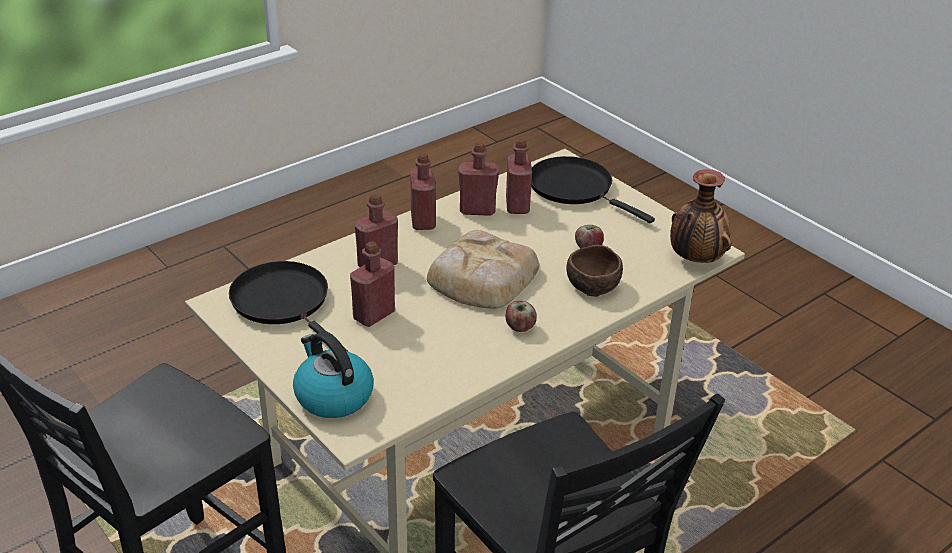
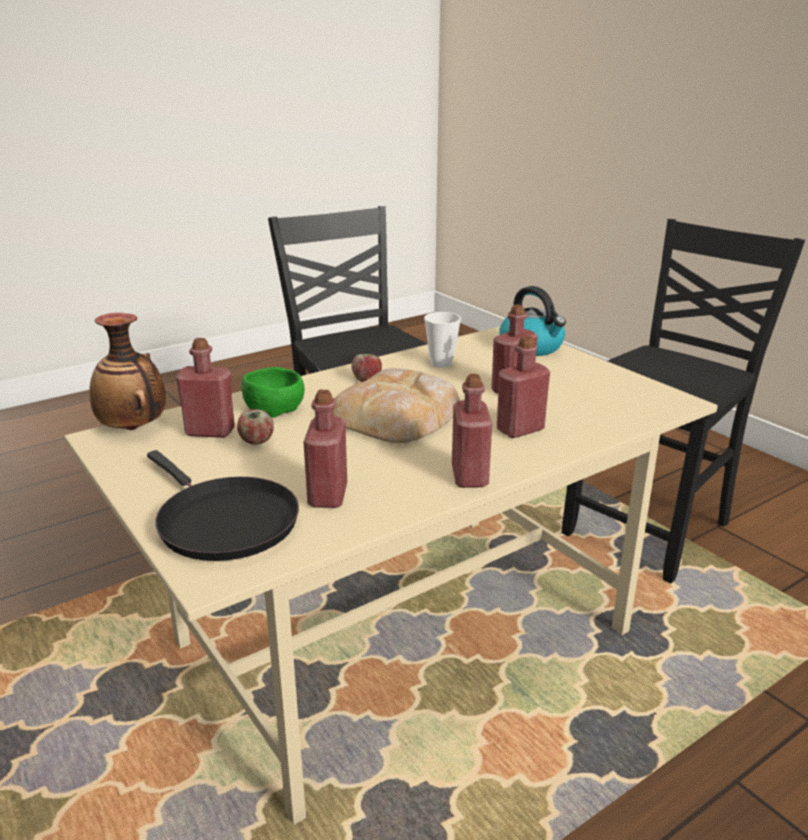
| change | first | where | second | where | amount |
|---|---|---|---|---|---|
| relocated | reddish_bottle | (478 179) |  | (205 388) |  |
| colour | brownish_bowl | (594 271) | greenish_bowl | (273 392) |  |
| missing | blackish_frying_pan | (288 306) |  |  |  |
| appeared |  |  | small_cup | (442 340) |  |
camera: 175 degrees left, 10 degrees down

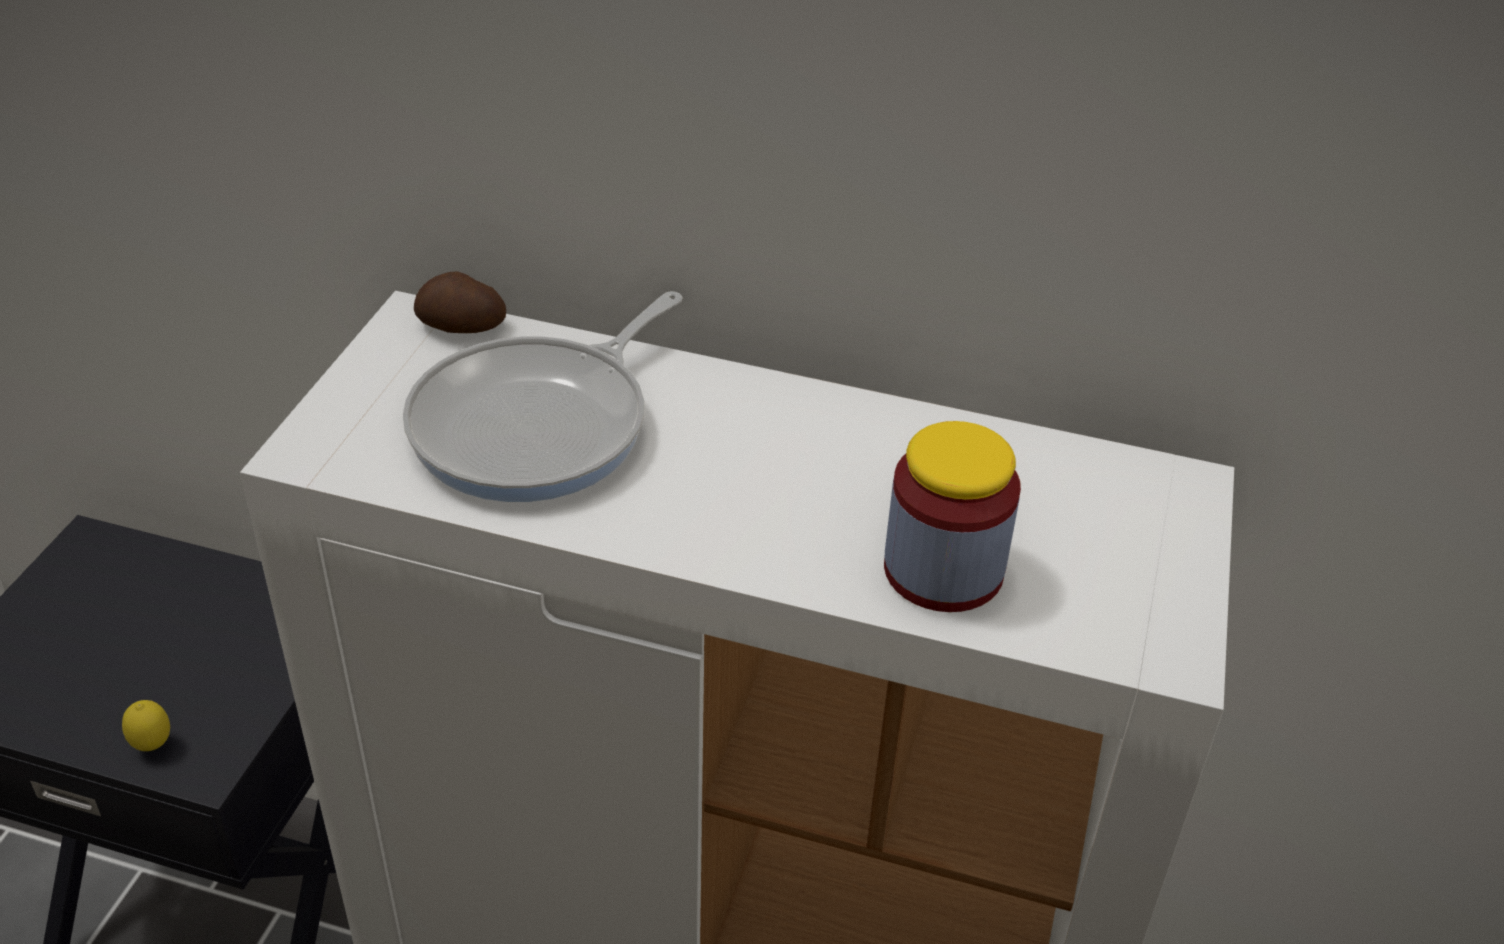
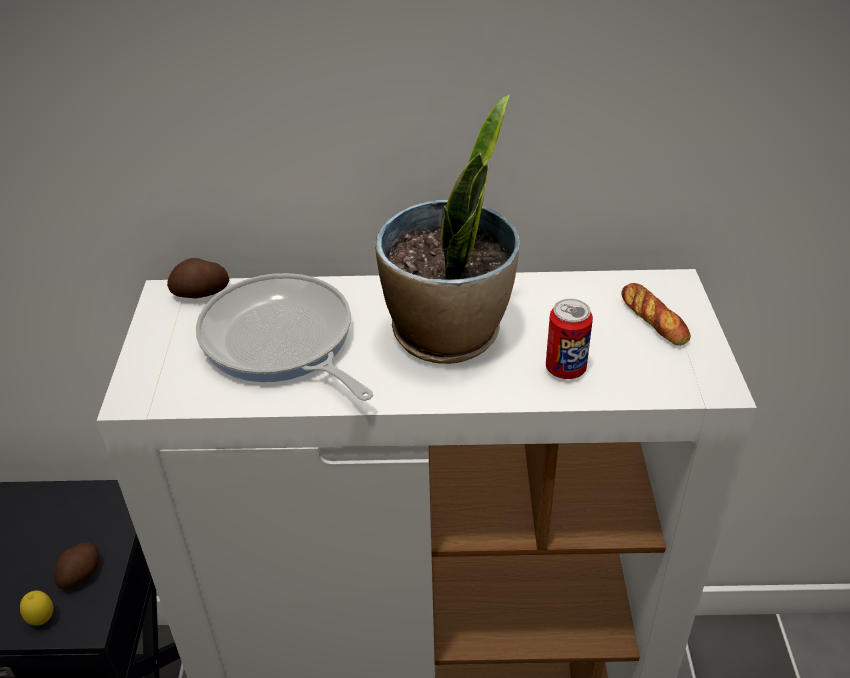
| change | first | where | second | where | amount |
|---|---|---|---|---|---|
| spun | frying_pan | (543 396) |  | (284 337) | 120 degrees clockwise |
| exchanged | preserve_jar | (952 516) | metal_can | (569 339) |  |
| appeared |  |  | houseplant | (447 229) |  |
| appeared |  |  | bread | (656 314) |  |
| appeared |  |  | potato | (76 565) |  |
camera: 15 degrees left, 0 degrees up

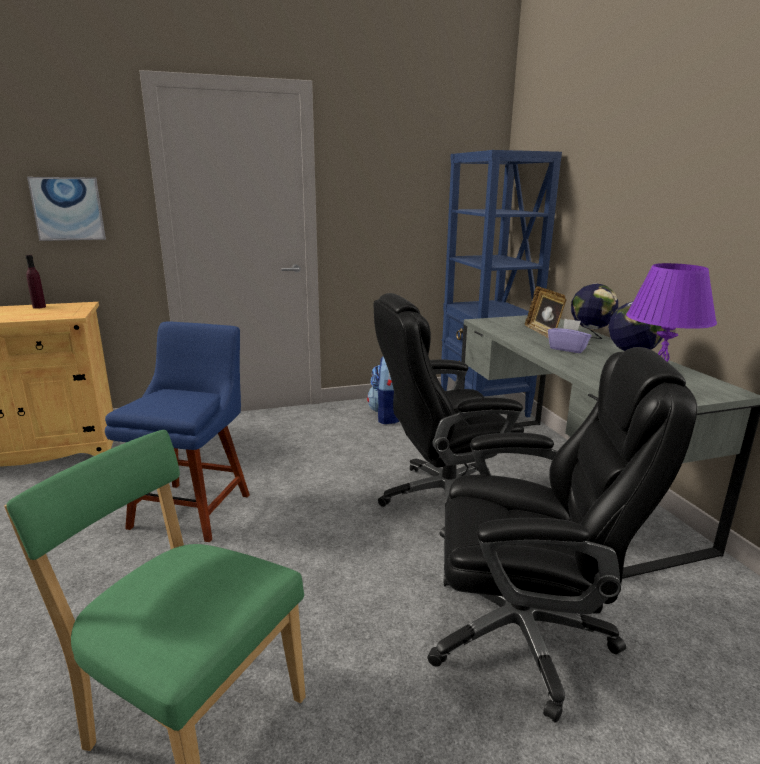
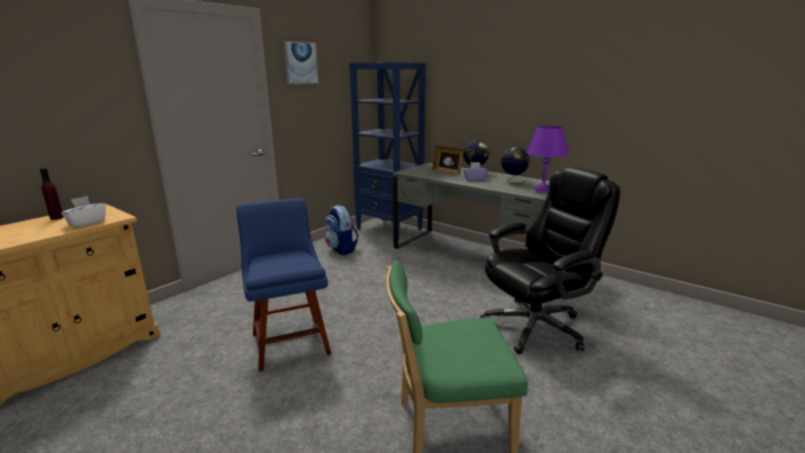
| change | first | where | second | where | amount |
|---|---|---|---|---|---|
| relocated | wall_picture | (66 209) |  | (301 62) |  |
| missing | blackish_desk_chair | (448 415) |  |  |  |
| appeared |  |  | white_tissue_holder | (83 212) |  |
camera: 35 degrees left, 0 degrees up

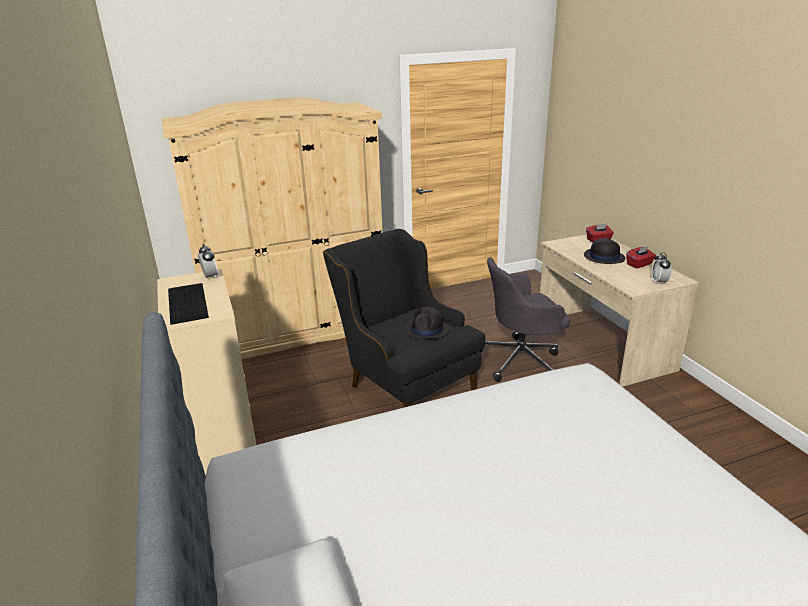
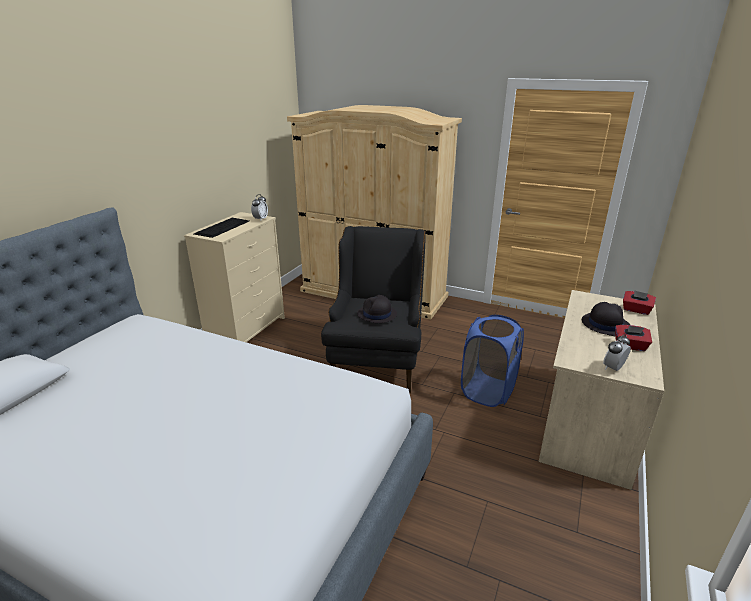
| change | first | where | second | where | amount |
|---|---|---|---|---|---|
| exchanged | greyish_desk_chair | (525 319) | blue_washing_basket | (492 361) |  |
camera: 45 degrees right, 0 degrees up

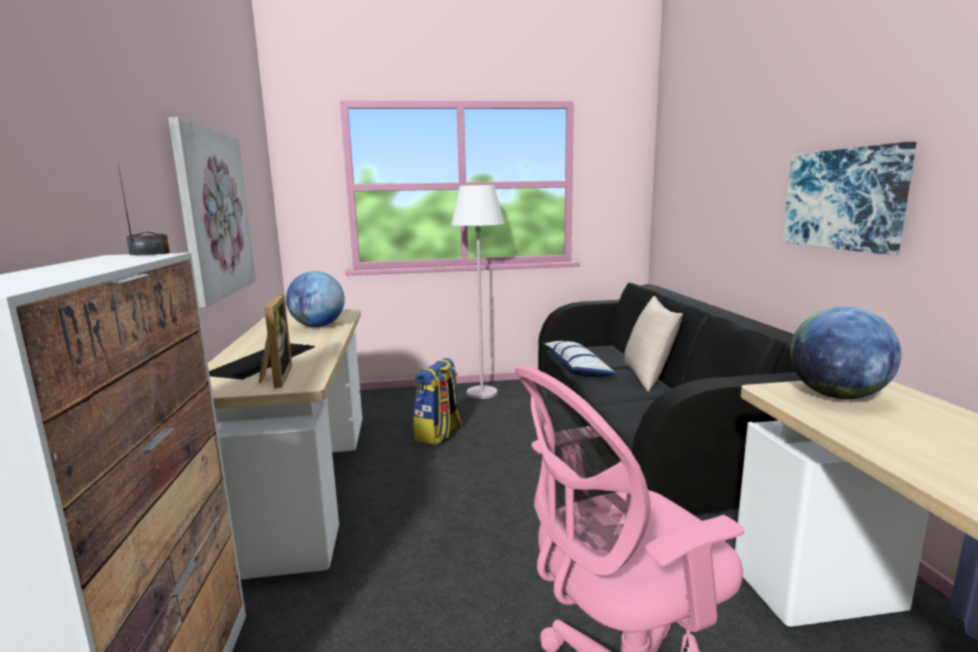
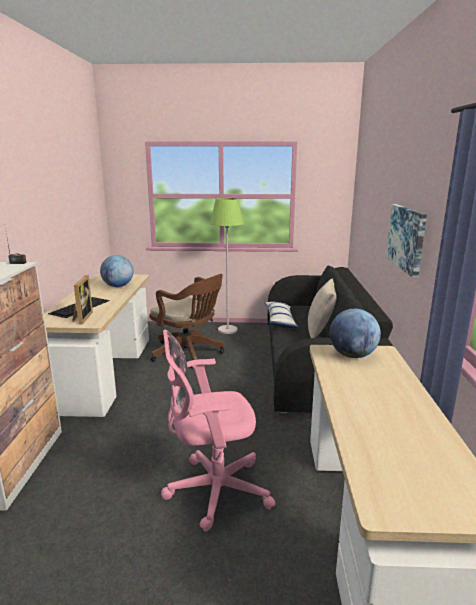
| change | first | where | second | where | amount |
|---|---|---|---|---|---|
| missing | wall_picture | (212 212) |  |  |  |
| colour | white_standard_lamp | (478 292) | greenish_standard_lamp | (227 266) |  |
| exchanged | backpack | (437 401) | brownish_desk_chair | (186 321) |  |
camera: 10 degrees right, 5 degrees up

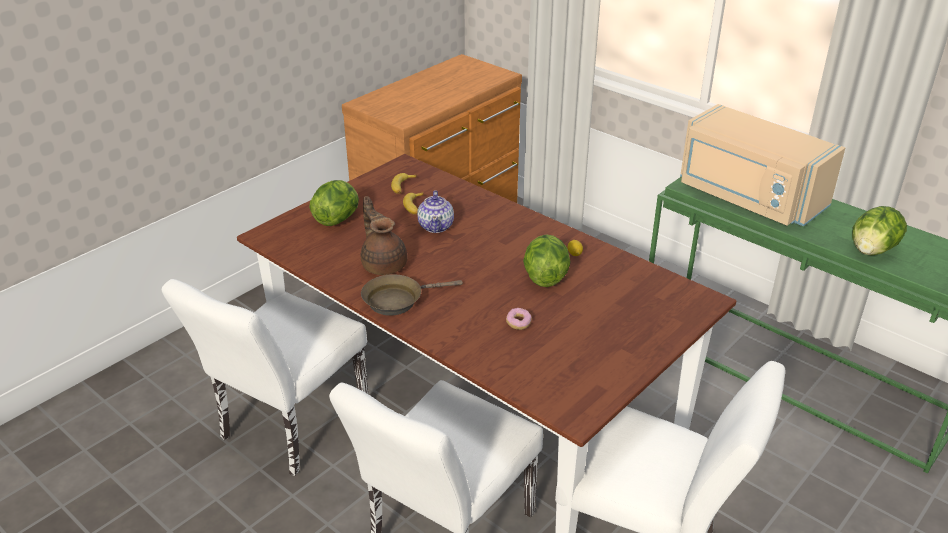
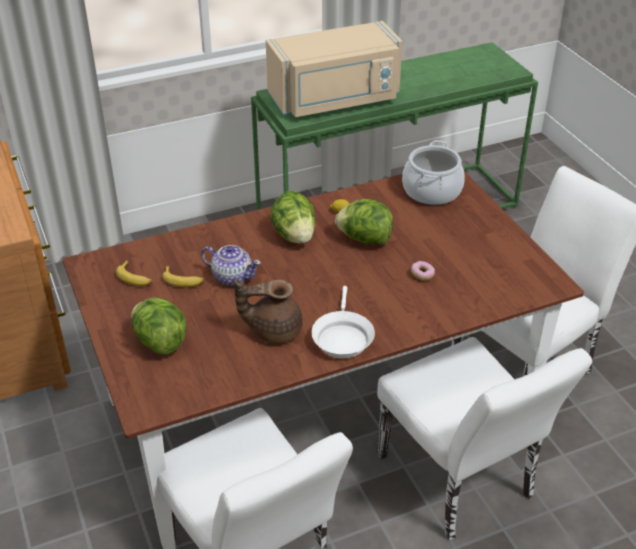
| change | first | where | second | where | amount |
|---|---|---|---|---|---|
| relocated | head_of_lettuce | (879 231) |  | (293 217) |  |
| colour | brownish_frying_pan | (412 295) | white_frying_pan | (343 322) |  |
| appeared |  |  | saucepot | (433 172) |  |
camera: 65 degrees left, 5 degrees up

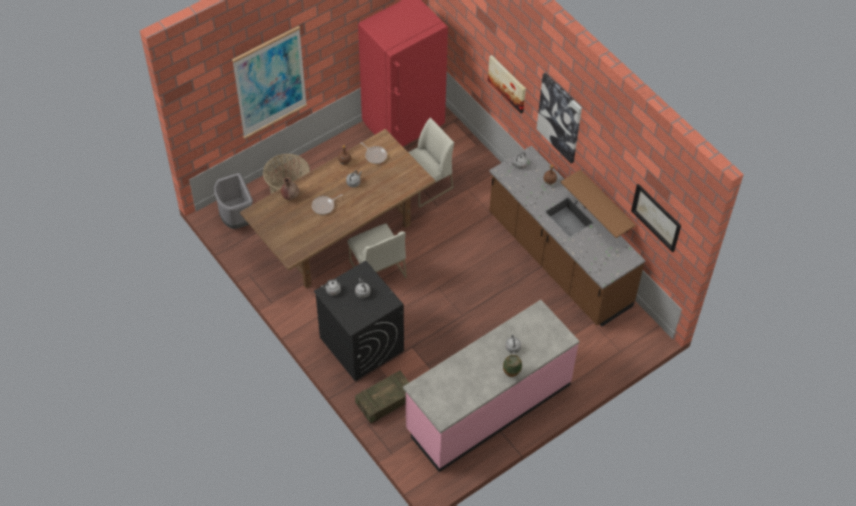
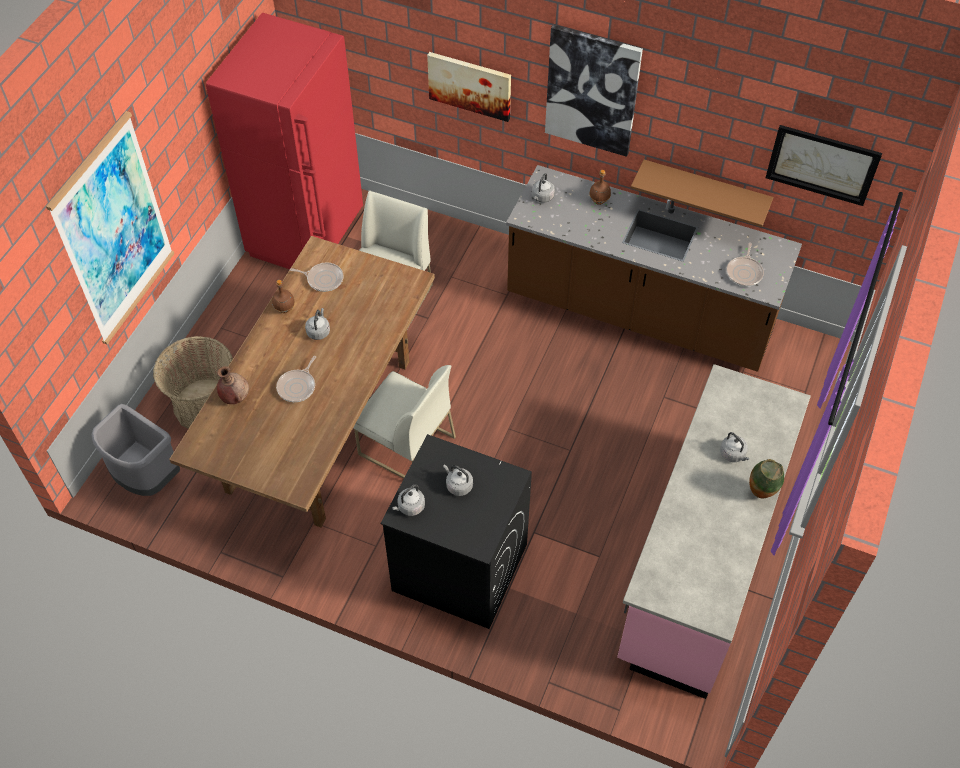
| change | first | where | second | where | amount |
|---|---|---|---|---|---|
| missing | shipping_crate | (382 397) |  |  |  |
| appeared |  |  | frying_pan | (745 264) |  |
camera: 30 degrees left, 0 degrees up

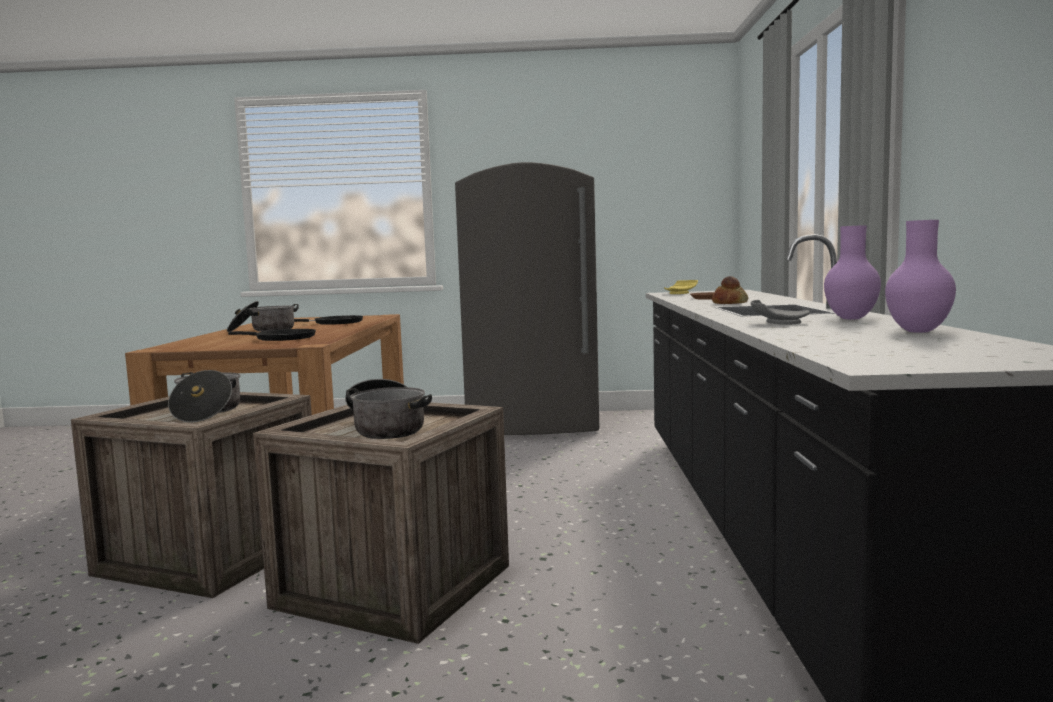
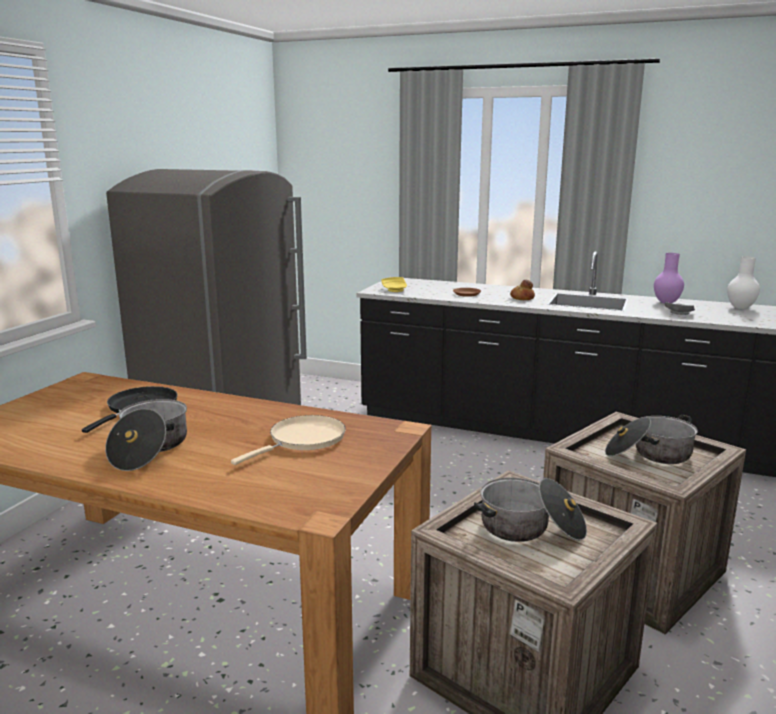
| change | first | where | second | where | amount |
|---|---|---|---|---|---|
| colour | purple-coloured_flower_vase | (920 276) | white_flower_vase | (743 282) |  |
| colour | blackish_frying_pan | (272 335) | sand-coloured_frying_pan | (288 440) |  |
camera: 70 degrees left, 10 degrees up

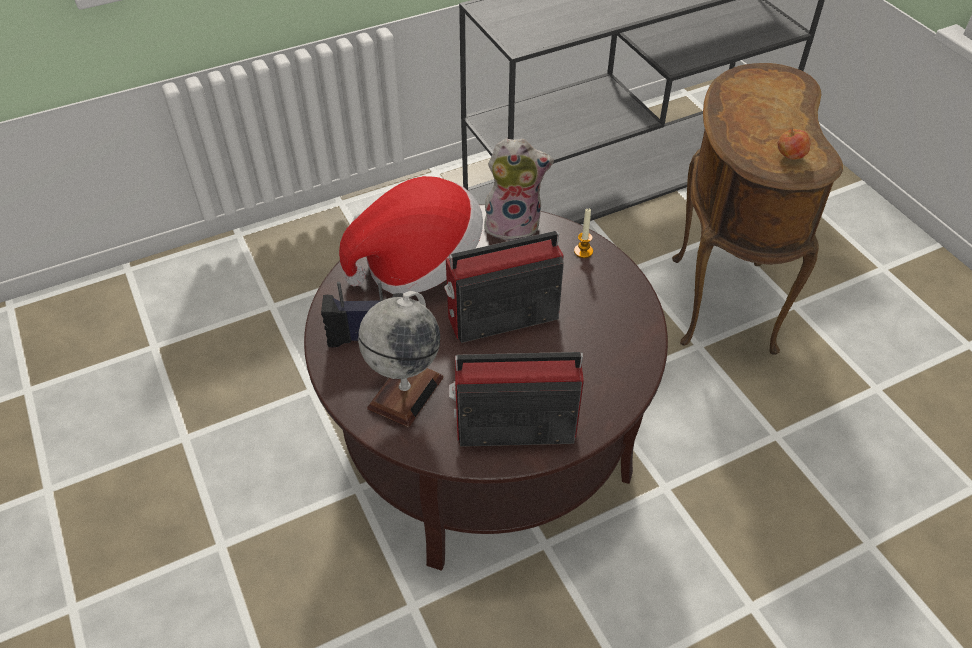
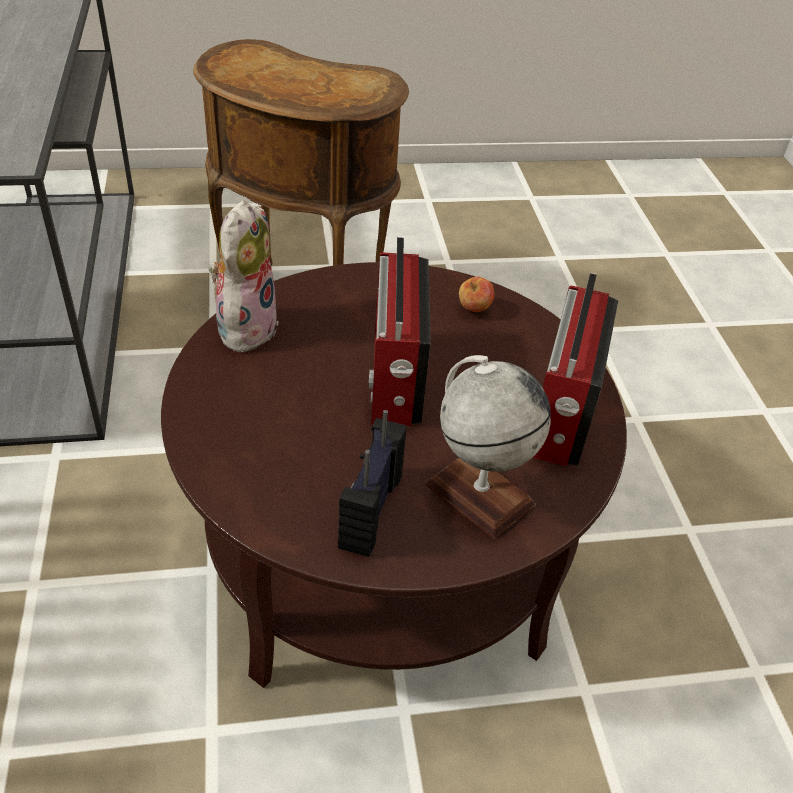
| change | first | where | second | where | amount |
|---|---|---|---|---|---|
| relocated | apple_fruit | (794 144) |  | (476 294) |  |
| missing | wearable_hat | (411 235) |  |  |  |
| missing | wax_light | (583 233) |  |  |  |
camera: 75 degrees left, 5 degrees down

